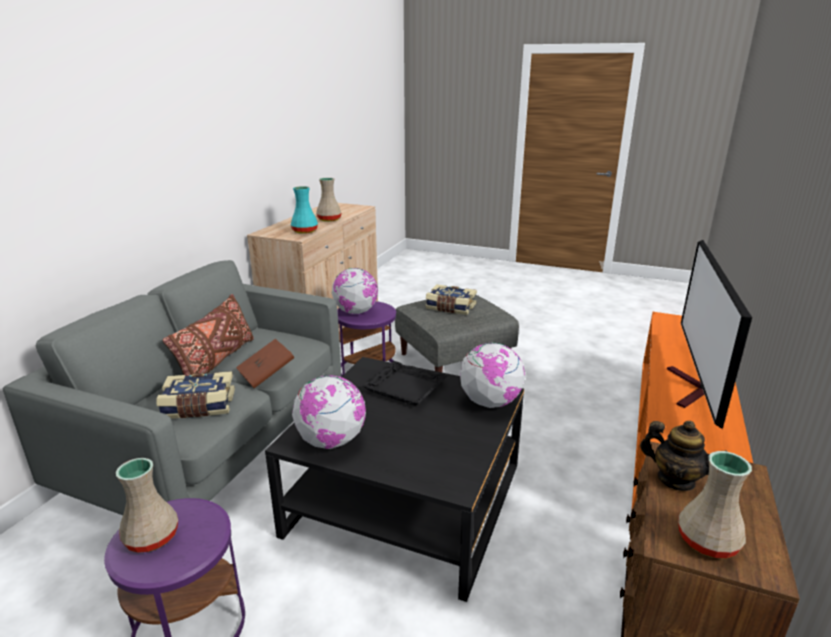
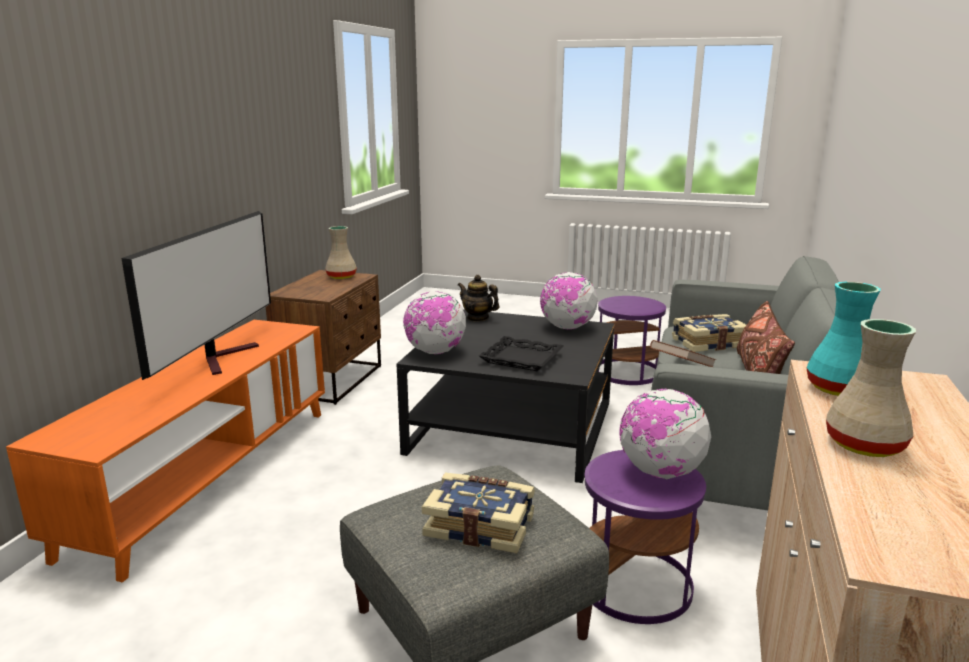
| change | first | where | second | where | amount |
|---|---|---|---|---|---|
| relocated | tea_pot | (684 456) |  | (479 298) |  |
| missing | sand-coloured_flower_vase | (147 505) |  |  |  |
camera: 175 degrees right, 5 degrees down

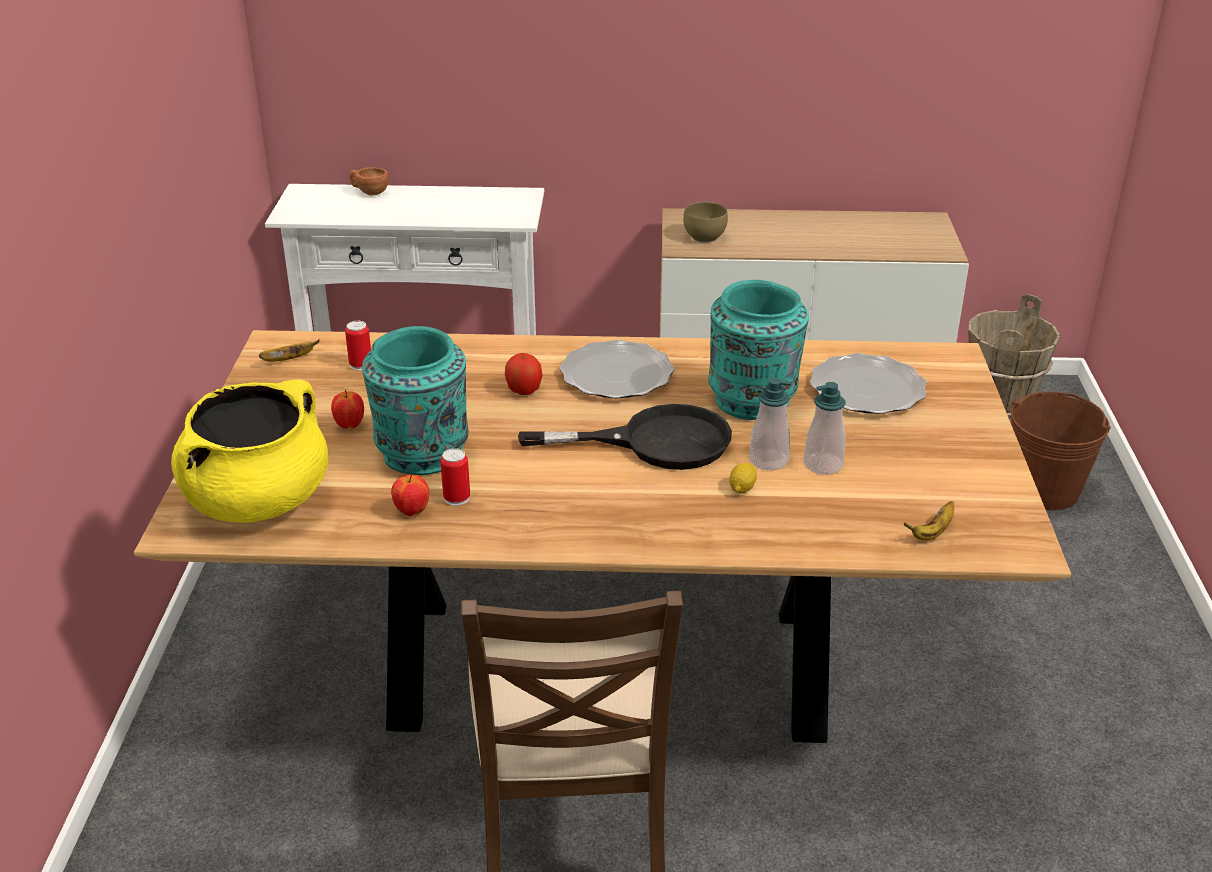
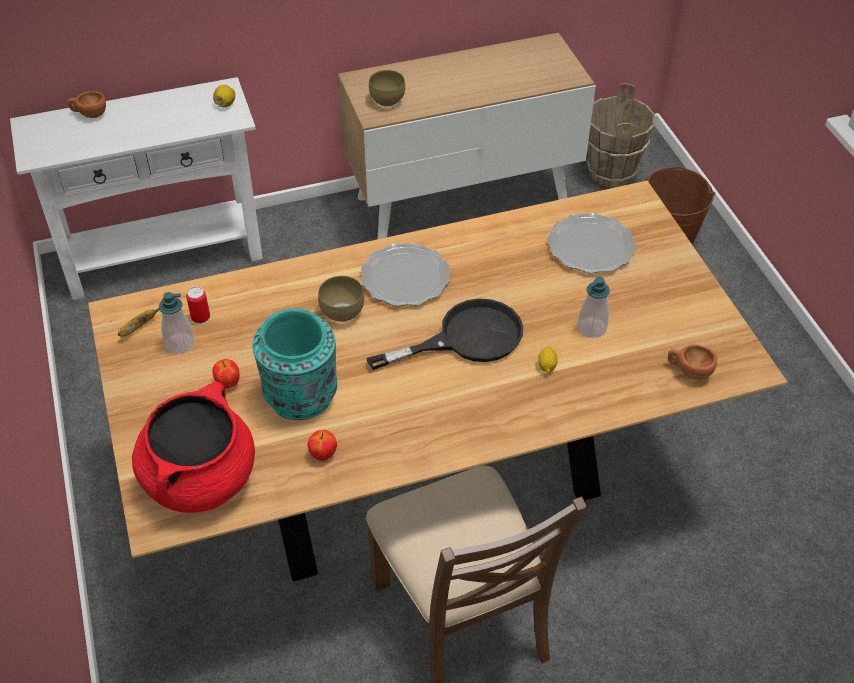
| change | first | where | second | where | amount |
|---|---|---|---|---|---|
| missing | turquoise_flower_vase | (758 350) |  |  |  |
| exchanged | apple_fruit | (524 374) | brownish_bowl | (341 299) |  |
| relocated | liquid_soap_bottle | (770 424) |  | (176 323) |  |
| colour | yellow-coloured_saucepot | (249 451) | reddish_saucepot | (193 447) |  |
| missing | metal_can | (455 477) |  |  |  |
| exchanged | banana_fruit | (929 520) | brownish_small_cup | (692 362) |  |
| appeared |  |  | whole_lemon | (224 96) |  |
camera: 20 degrees left, 15 degrees up

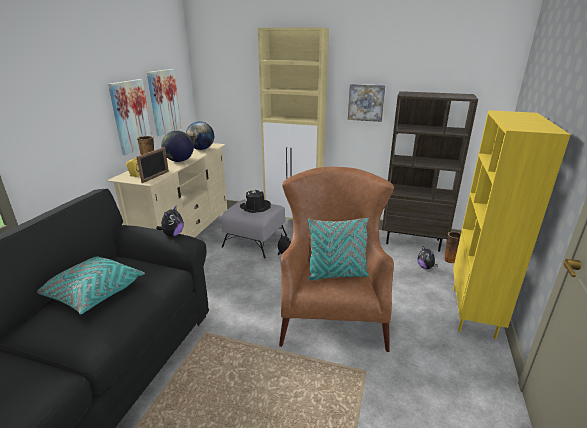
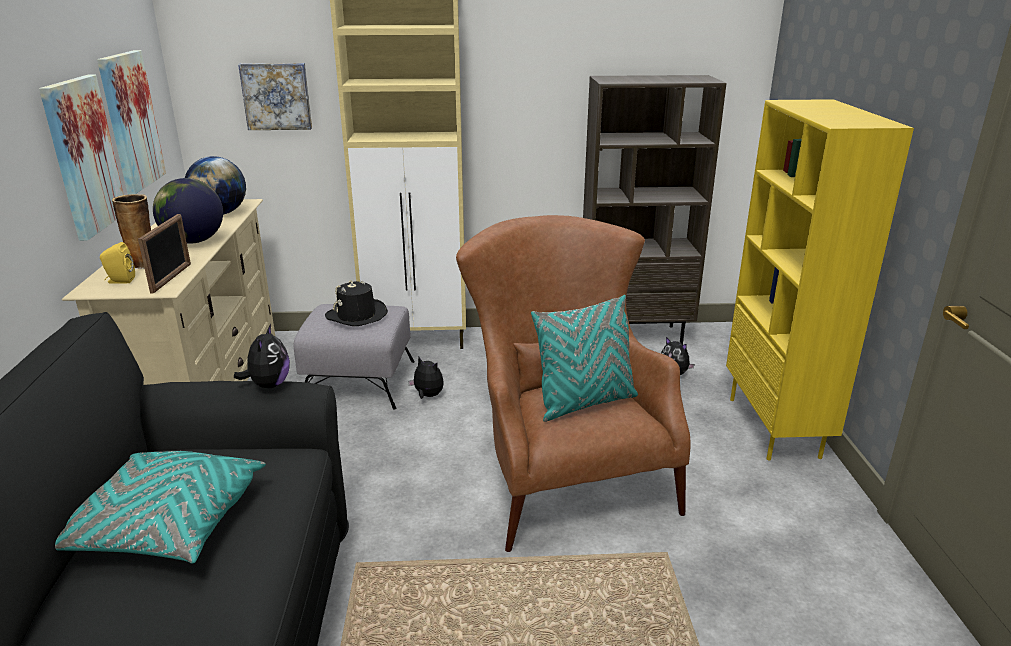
| change | first | where | second | where | amount |
|---|---|---|---|---|---|
| relocated | wall_picture | (367 103) |  | (275 96) |  |
| missing | flower_vase | (452 247) |  |  |  |
camera: 20 degrees left, 0 degrees up

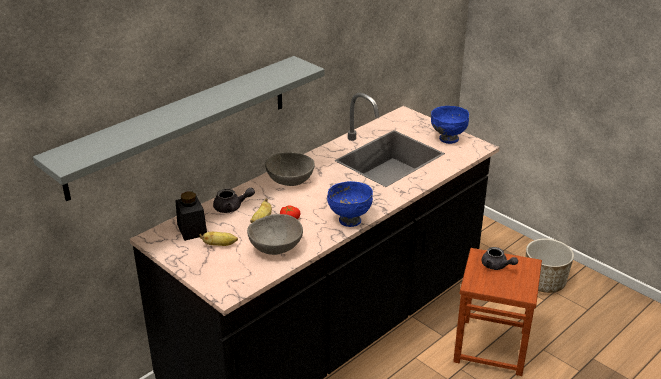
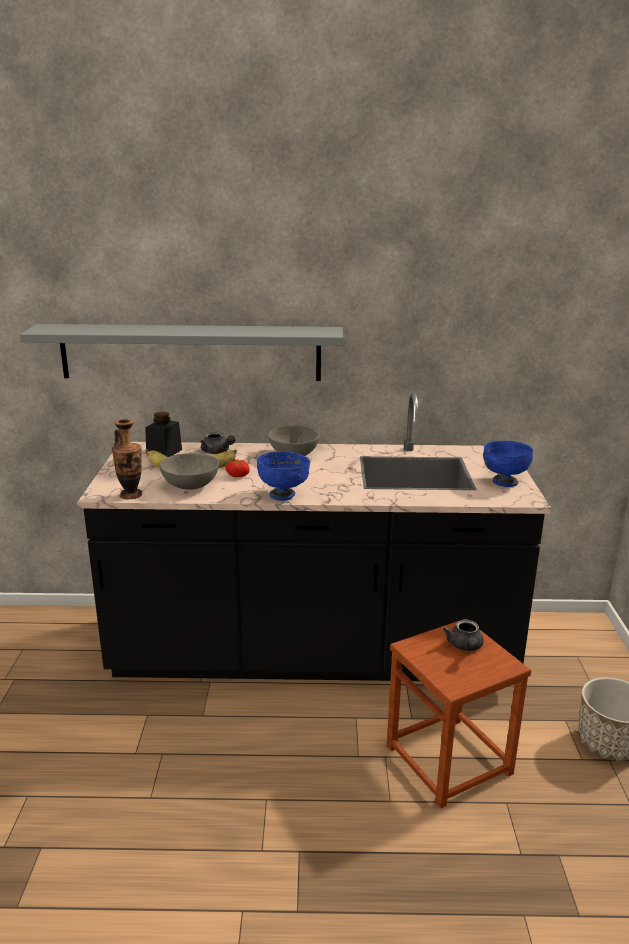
| change | first | where | second | where | amount |
|---|---|---|---|---|---|
| appeared |  |  | flower_vase | (127 459) |  |
camera: 45 degrees right, 10 degrees down

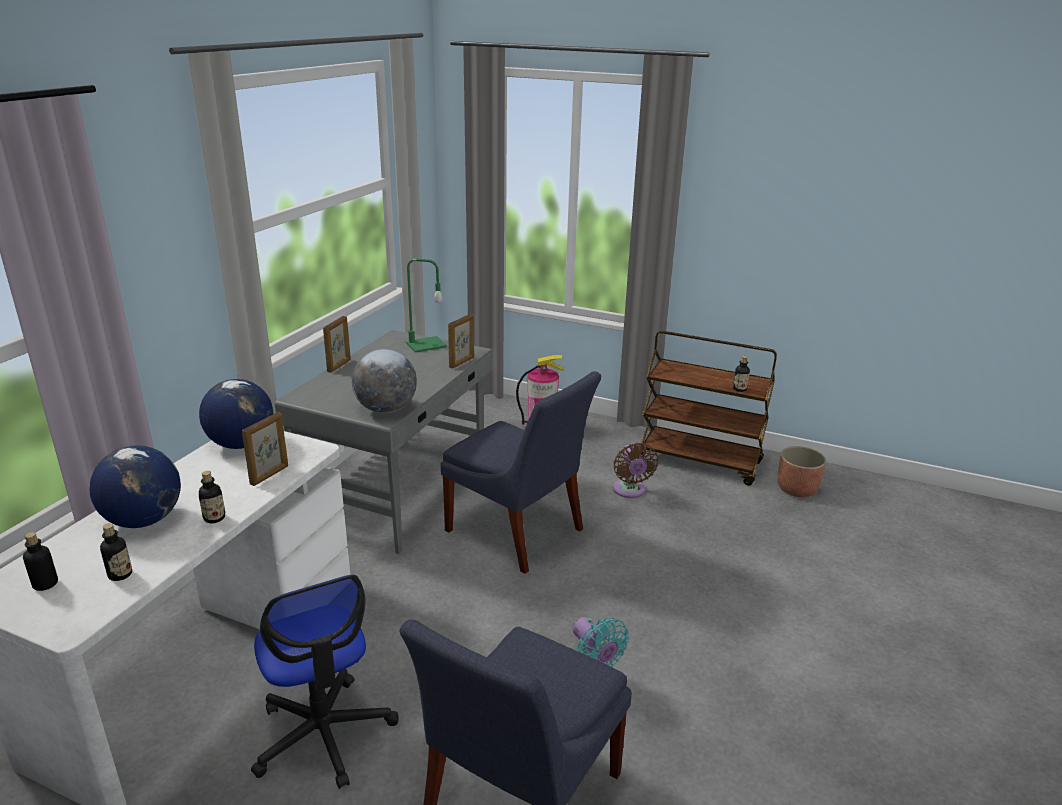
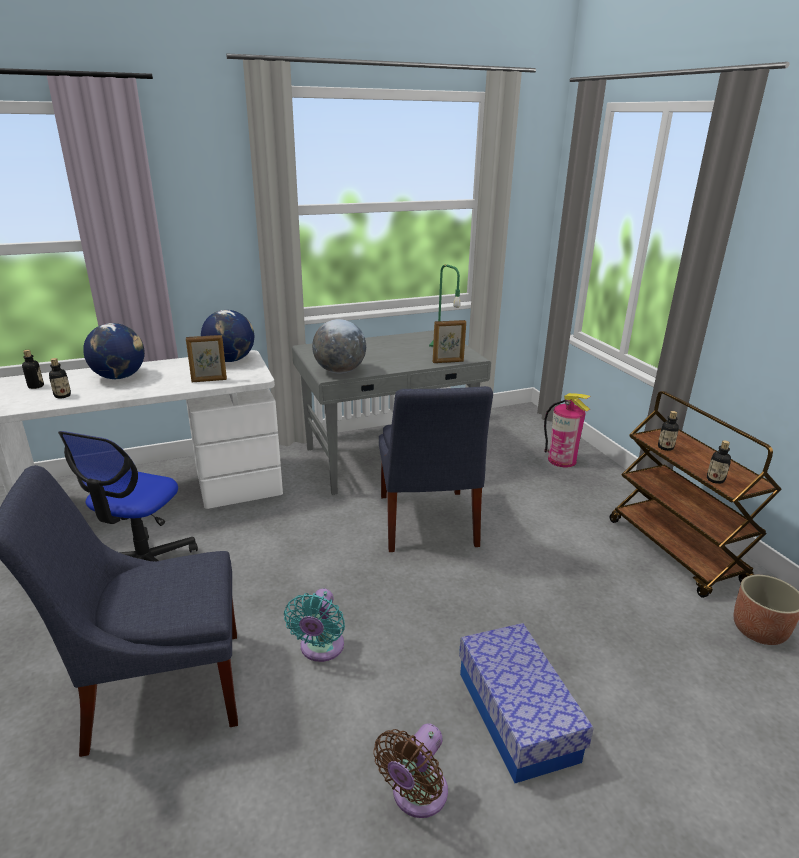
| change | first | where | second | where | amount |
|---|---|---|---|---|---|
| missing | standing_frame | (337 344) |  |  |  |
| relocated | brownish_fan | (635 470) |  | (410 770) |  |
| relocated | bottle | (212 497) |  | (668 431) |  |
| appeared |  |  | storage_bin | (526 703) |  |
camera: 45 degrees right, 0 degrees up

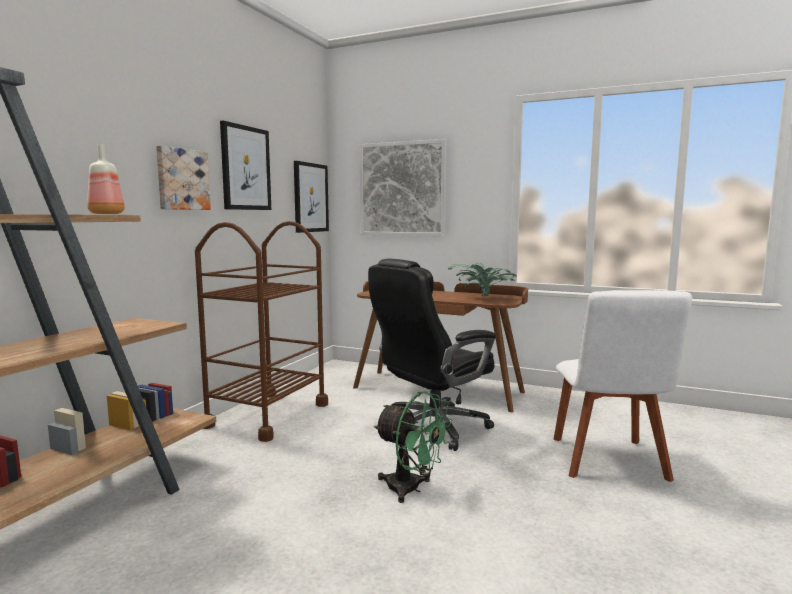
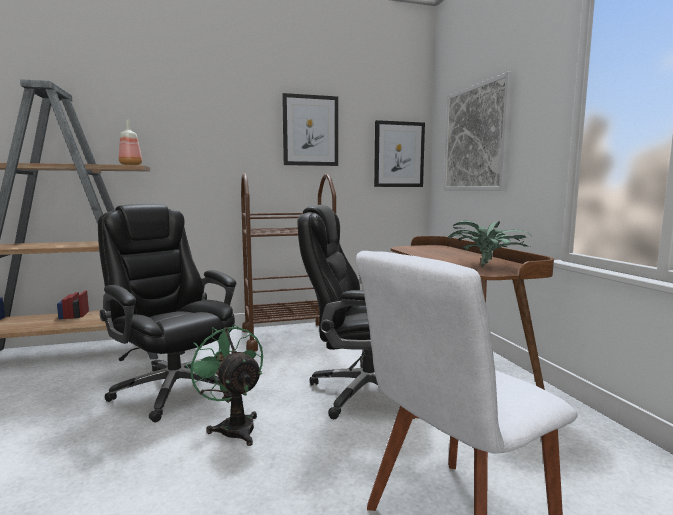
| change | first | where | second | where | amount |
|---|---|---|---|---|---|
| missing | wall_picture | (183 177) |  |  |  |
| spun | greenish_fan | (413 447) |  | (224 385) | 150 degrees clockwise |
| appeared |  |  | blackish_desk_chair | (167 313) |  |
camera: 50 degrees right, 0 degrees up

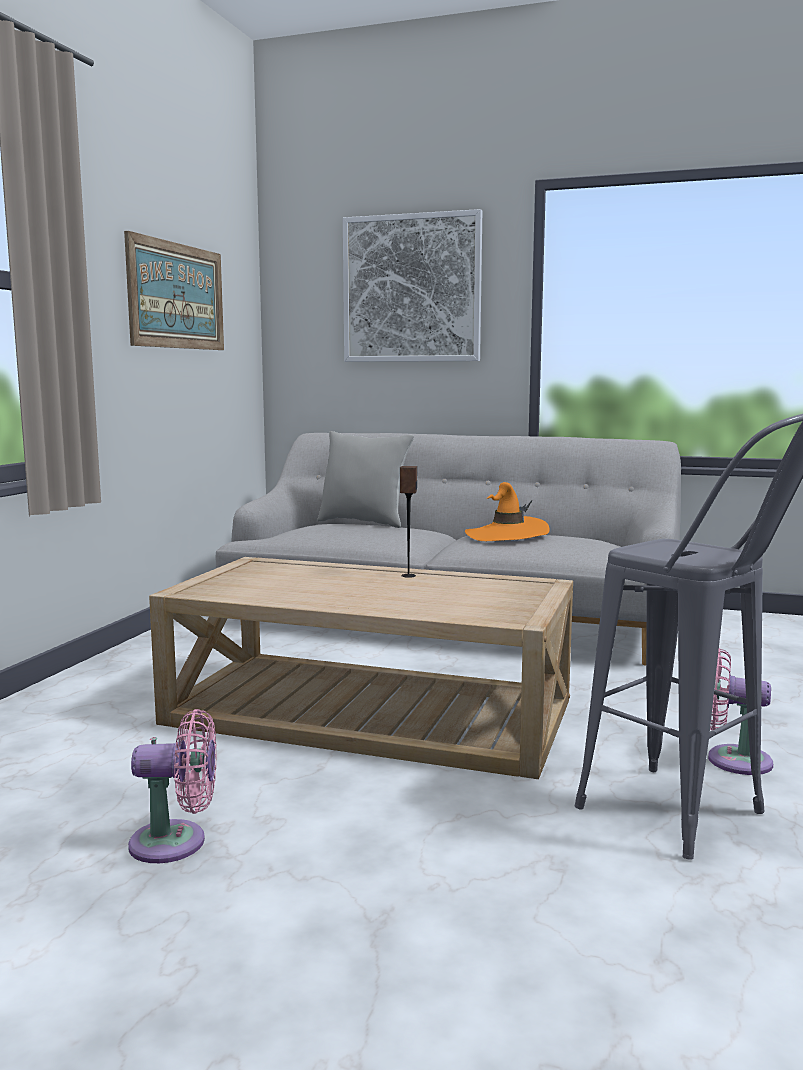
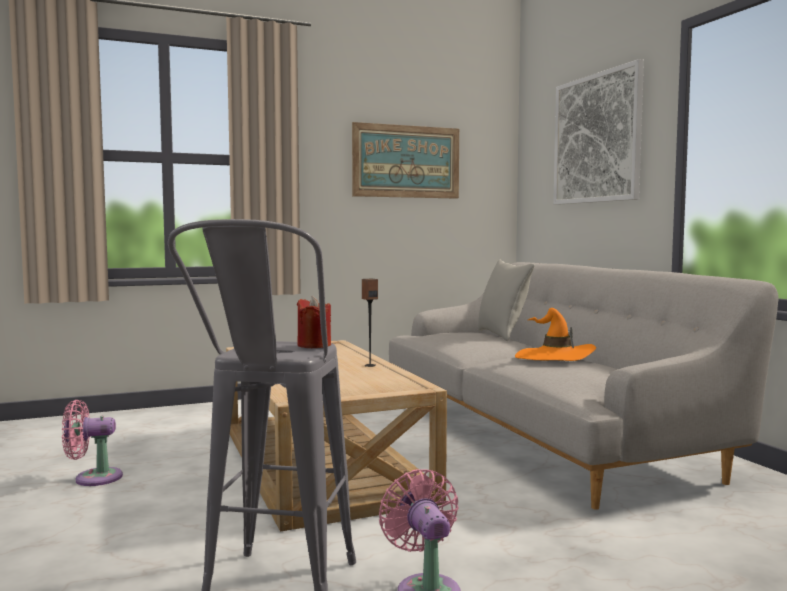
| change | first | where | second | where | amount |
|---|---|---|---|---|---|
| spun | pink-coloured_fan | (172 786) |  | (92 443) | 120 degrees clockwise |
| appeared |  |  | reddish_wax_light | (314 322) |  |
camera: 50 degrees right, 5 degrees down

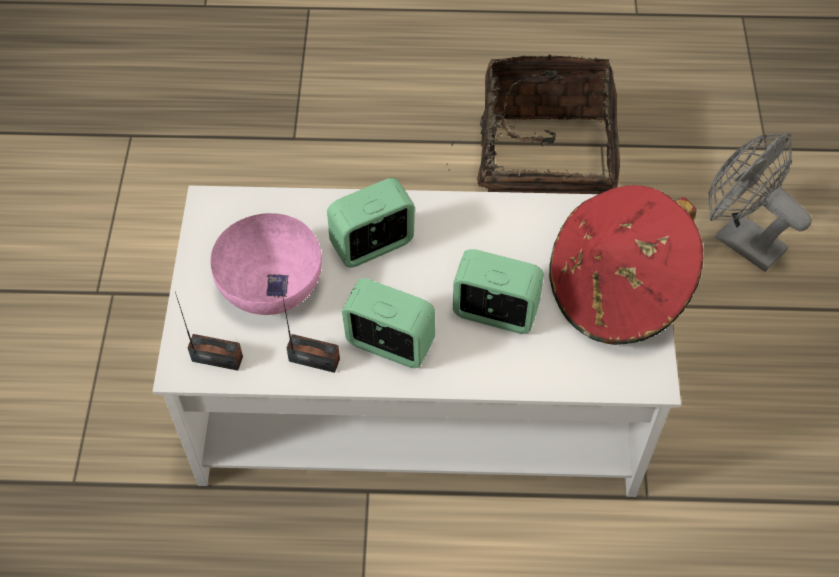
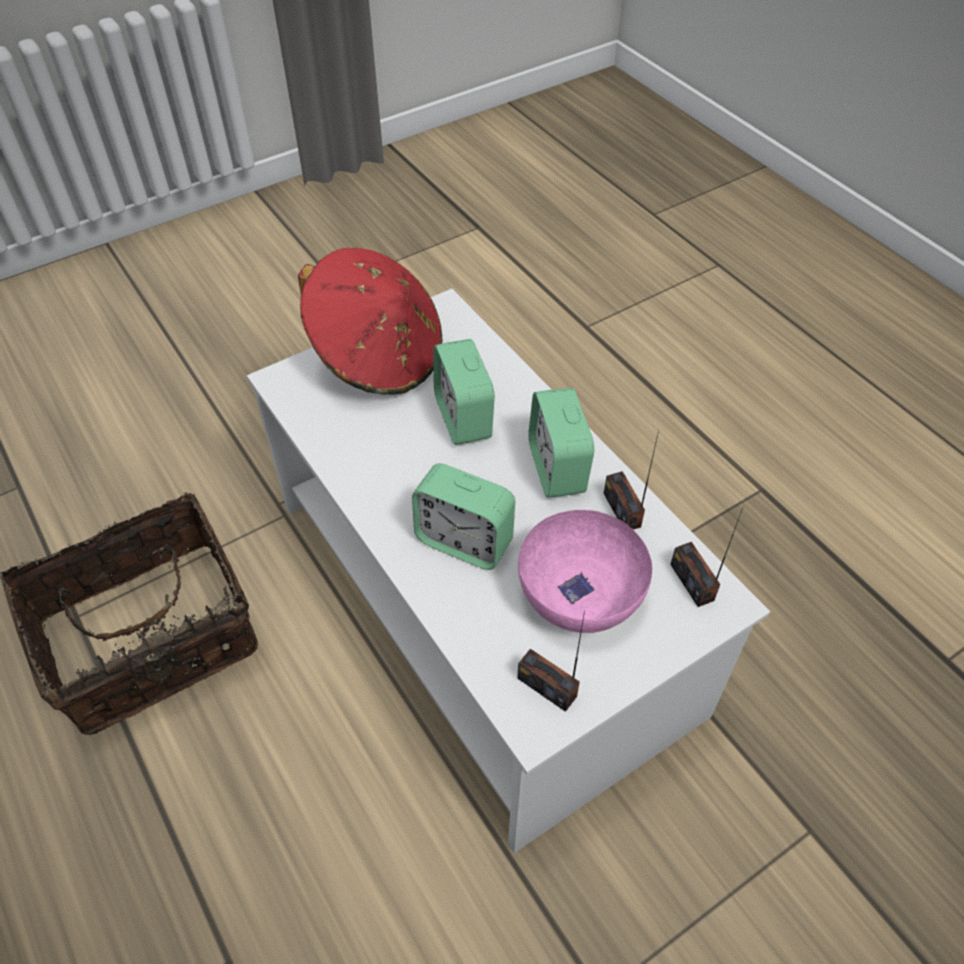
| change | first | where | second | where | amount |
|---|---|---|---|---|---|
| missing | greyish_fan | (760 202) |  |  |  |
| appeared |  |  | radio_set | (551 661) |  |
camera: 125 degrees left, 5 degrees down

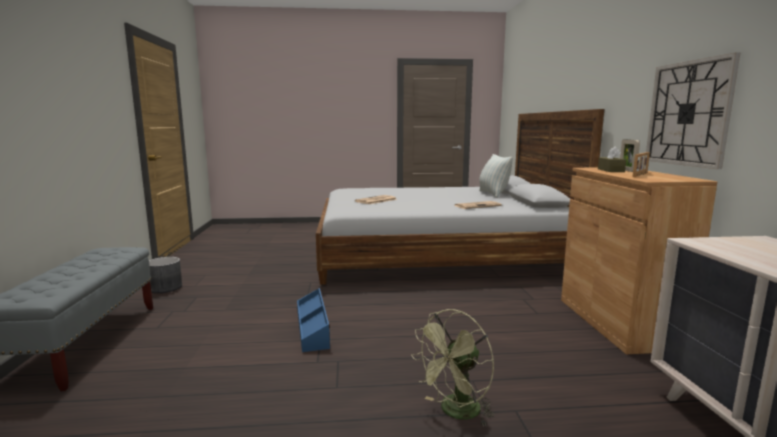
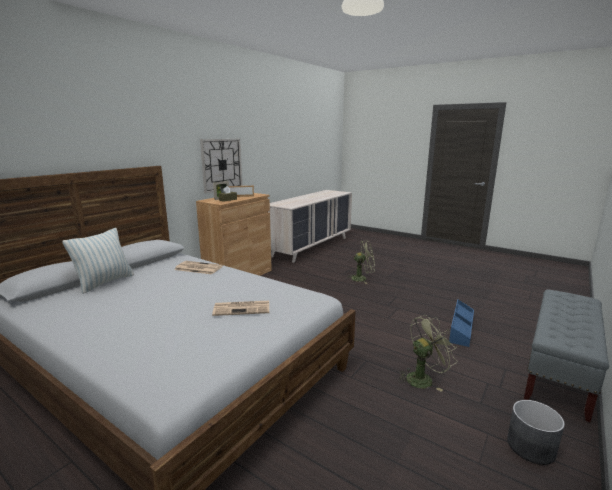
| change | first | where | second | where | amount |
|---|---|---|---|---|---|
| relocated | blue_storage_bin | (313 320) |  | (461 323) |  |
| appeared |  |  | greenish_fan | (427 353) |  |
camera: 140 degrees left, 5 degrees up

